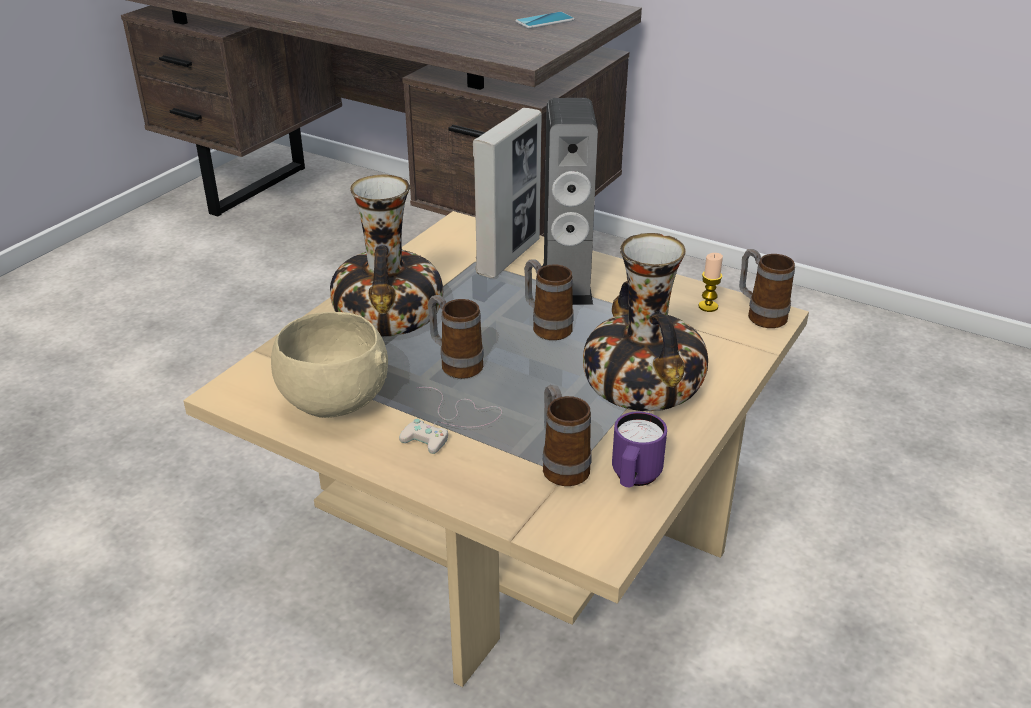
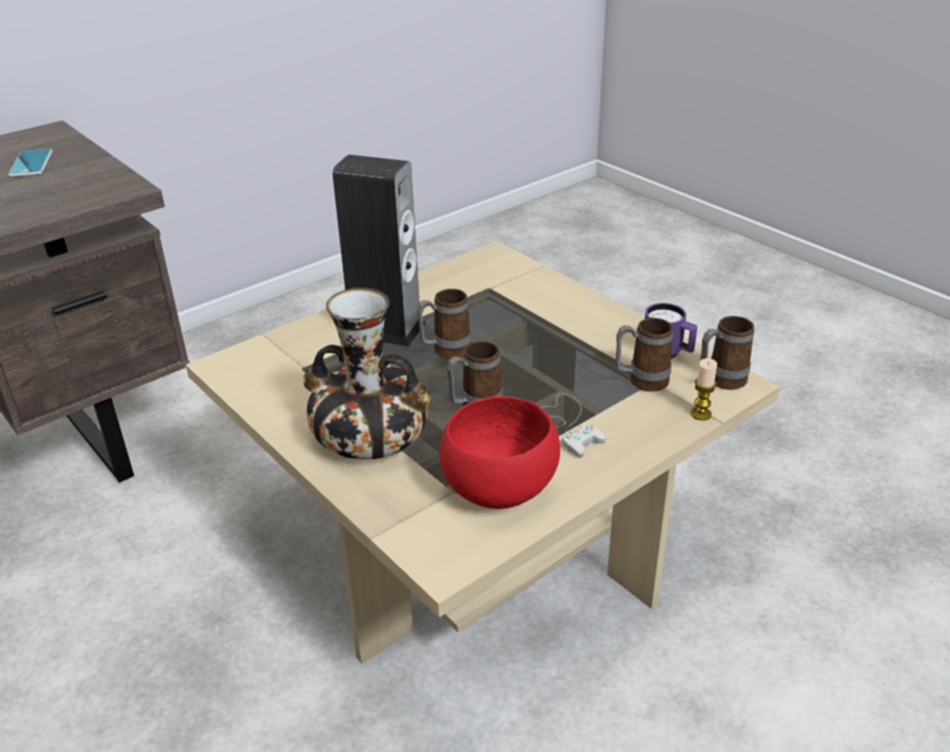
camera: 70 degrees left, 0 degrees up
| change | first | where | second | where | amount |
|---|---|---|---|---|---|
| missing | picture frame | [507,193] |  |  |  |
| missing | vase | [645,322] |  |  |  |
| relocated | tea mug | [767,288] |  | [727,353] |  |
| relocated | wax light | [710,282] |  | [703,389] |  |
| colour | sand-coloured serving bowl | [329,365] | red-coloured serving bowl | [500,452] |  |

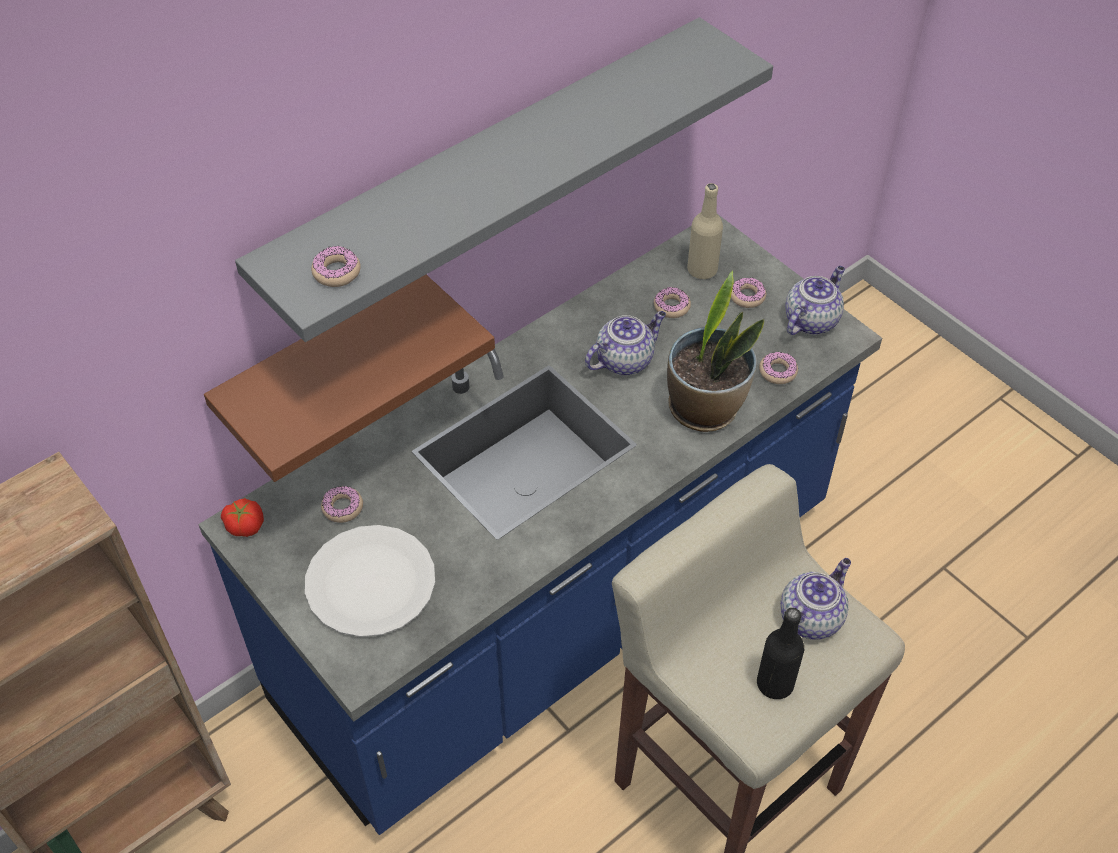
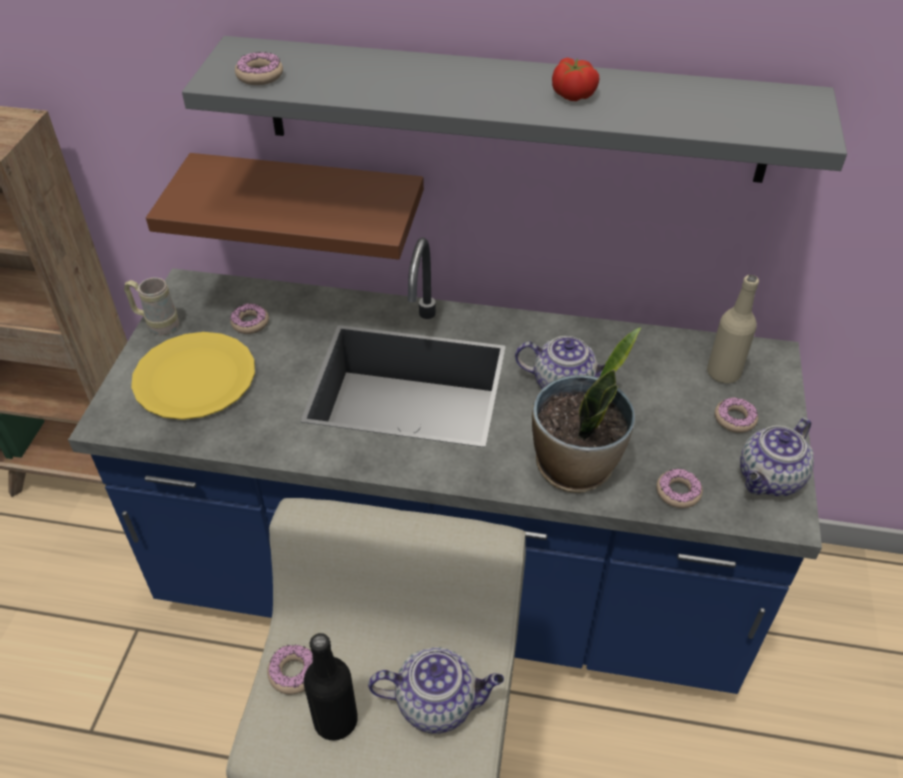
camera: 50 degrees right, 5 degrees down
| change | first | where | second | where | amount |
|---|---|---|---|---|---|
| spun | tea pot | [815,300] |  | [777,456] | 135 degrees clockwise |
| relocated | doughnut | [672,302] |  | [290,670] |  |
| relocated | fresh tomato | [242,517] |  | [575,79] |  |
| colour | white-coloured dinner plate | [370,581] | yellowish dinner plate | [193,376] |  |
| appeared |  |  | sand-coloured tea mug | [151,306] |  |

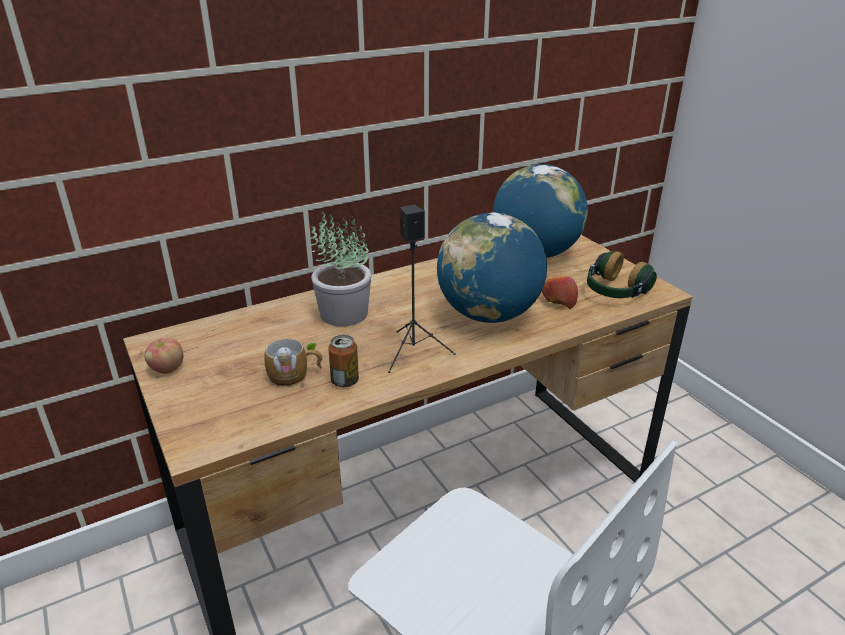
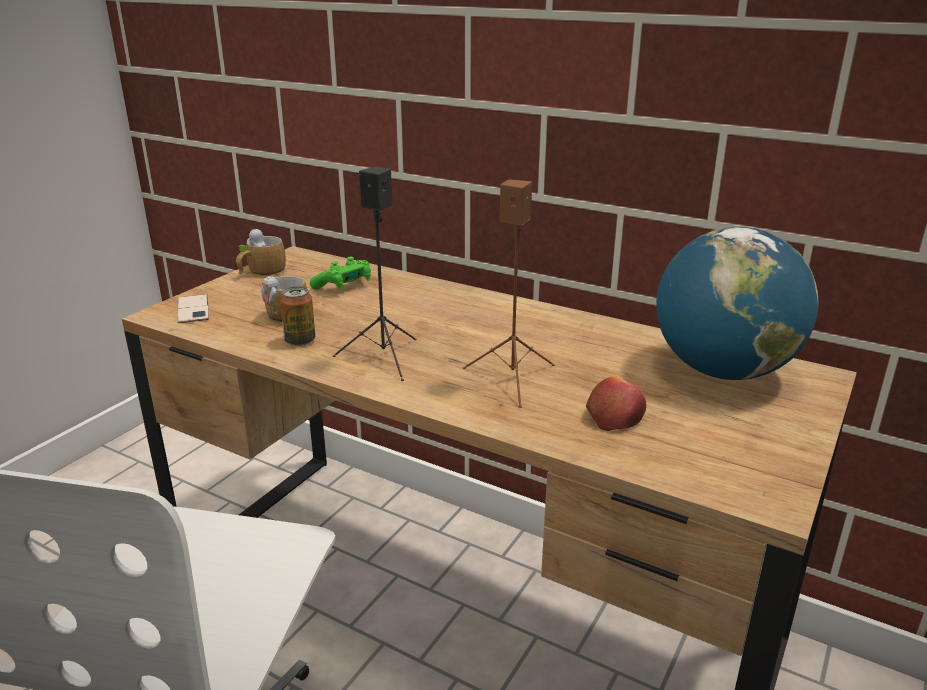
camera: 60 degrees right, 5 degrees down
| change | first | where | second | where | amount |
|---|---|---|---|---|---|
| missing | plant in a pot | [341,268] |  |  |  |
| exchanged | globe | [492,267] | brown loudspeaker | [509,293] |  |
| missing | headset | [622,274] |  |  |  |
| exchanged | apple | [163,356] | tea mug | [261,252] |  |
| appeared |  |  | green joypad | [340,273] |  |
| appeared |  |  | telephone | [193,308] |  |

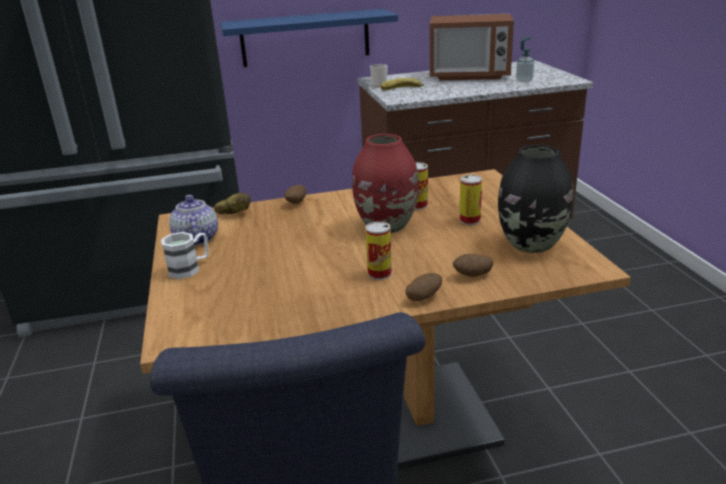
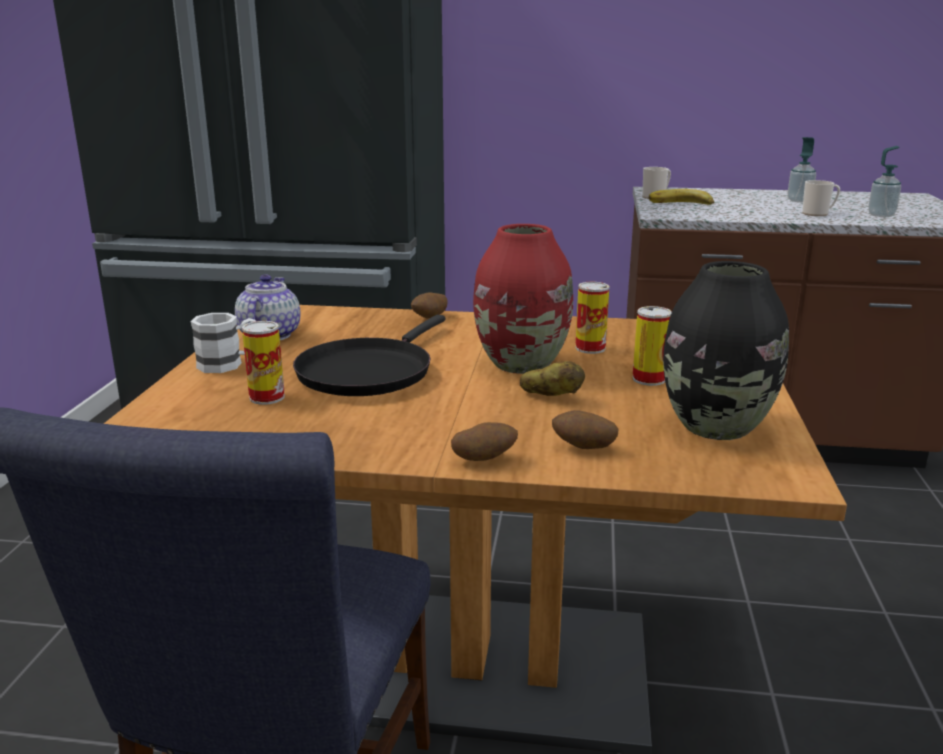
camera: 20 degrees right, 5 degrees down
| change | first | where | second | where | amount |
|---|---|---|---|---|---|
| missing | bluish bracket shelf | [309,38] |  |  |  |
| exchanged | microwave | [472,47] | soap bottle | [802,169] |  |
| relocated | whole potato | [232,203] |  | [552,378] |  |
| relocated | can | [378,250] |  | [263,363] |  |
| appeared |  |  | tea mug | [821,198] |  |
| appeared |  |  | blackish skillet | [369,355] |  |

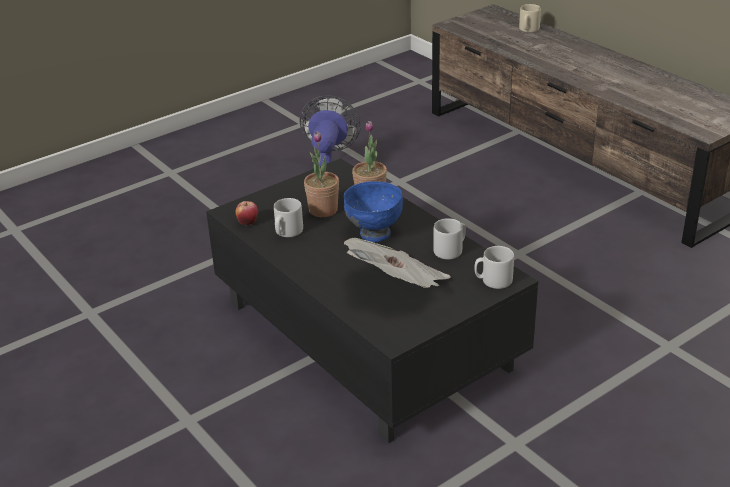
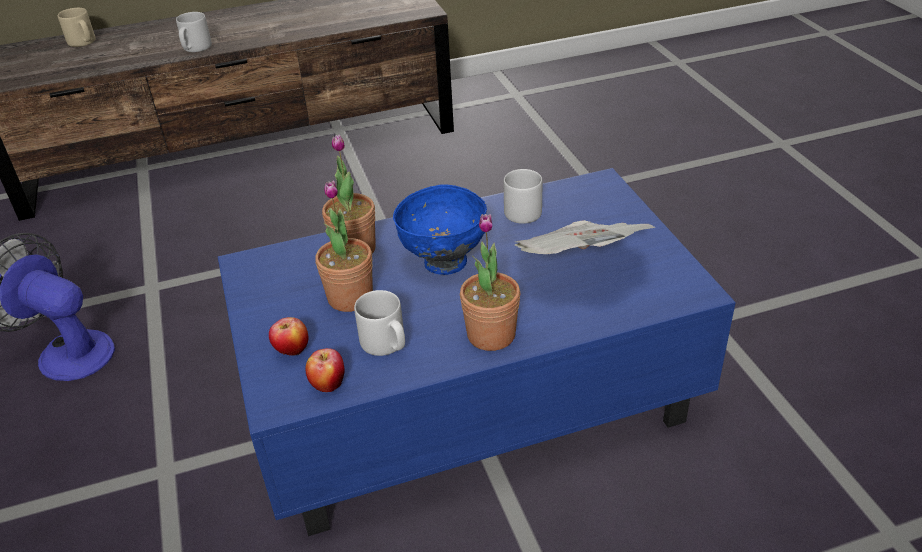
camera: 70 degrees left, 5 degrees up
| change | first | where | second | where | amount |
|---|---|---|---|---|---|
| colour | blackish lounge table | [372,300] | bluish lounge table | [477,352] |  |
| relocated | greyish tea mug | [494,267] |  | [194,32] |  |
| appeared |  |  | plant in a pot | [490,282] |  |
| appeared |  |  | apple | [289,336] |  |

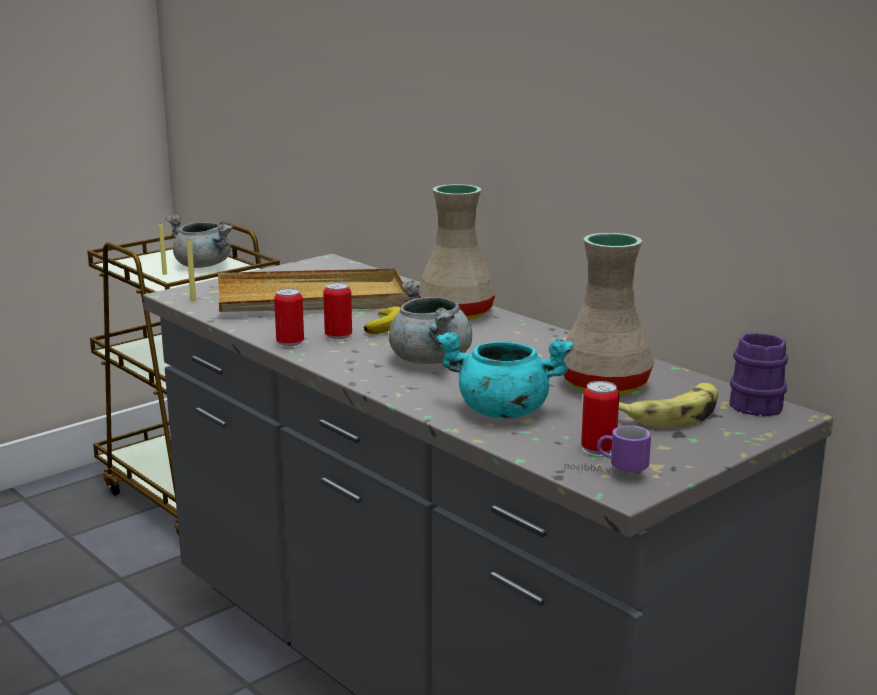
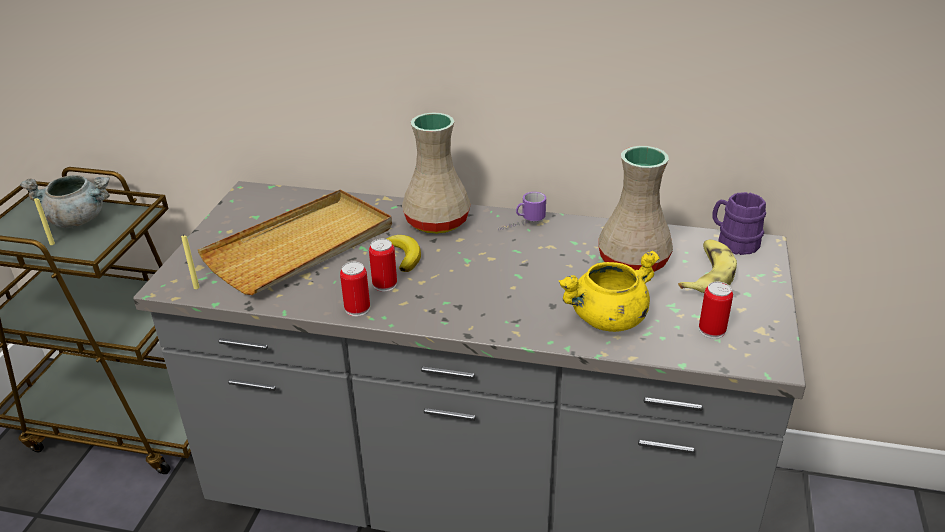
camera: 35 degrees left, 15 degrees up
| change | first | where | second | where | amount |
|---|---|---|---|---|---|
| missing | greyish saucepot | [430,322] |  |  |  |
| colour | turquoise-coloured saucepot | [504,375] | yellowish saucepot | [609,291] |  |
| relocated | tea mug | [607,449] |  | [522,211] |  |

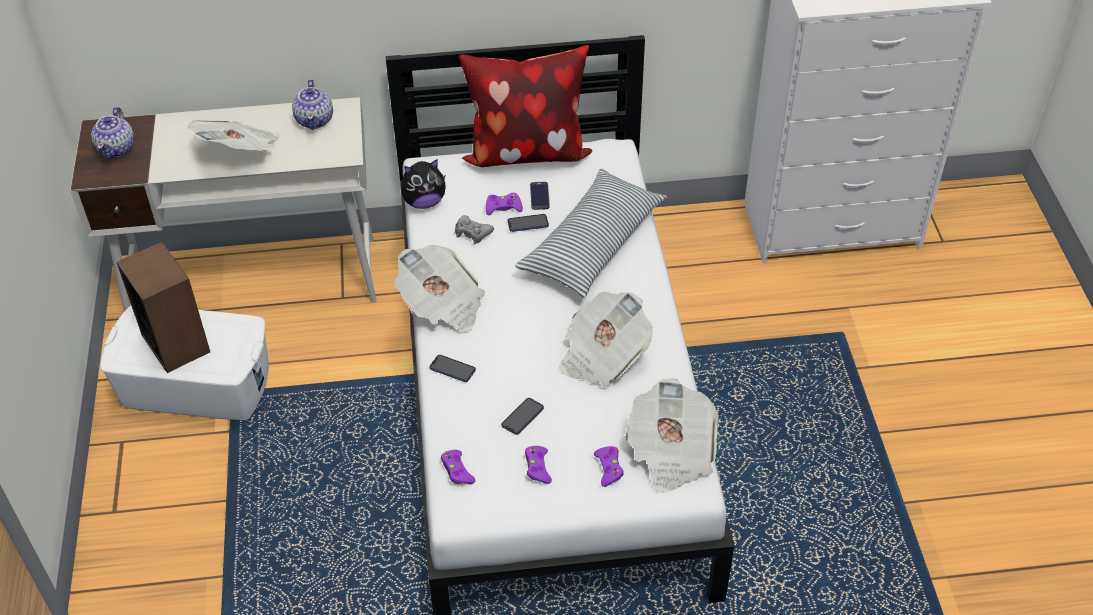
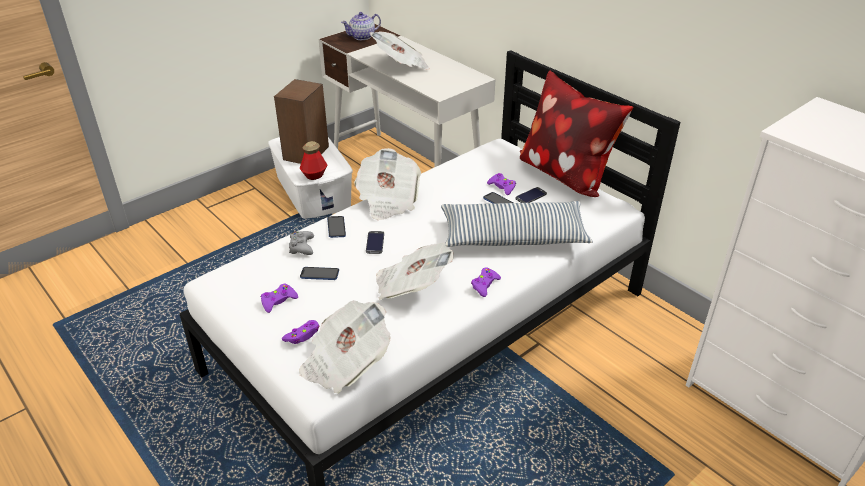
camera: 55 degrees right, 10 degrees down
| change | first | where | second | where | amount |
|---|---|---|---|---|---|
| missing | tea pot | [312,104] |  |  |  |
| missing | cuddly toy | [423,184] |  |  |  |
| relocated | greyish joypad | [474,229] |  | [301,243] |  |
| relocated | purple joypad | [458,467] |  | [486,282] |  |
| appeared |  |  | drink bottle | [313,160] |  |
| appeared |  |  | telephone | [375,242] |  |

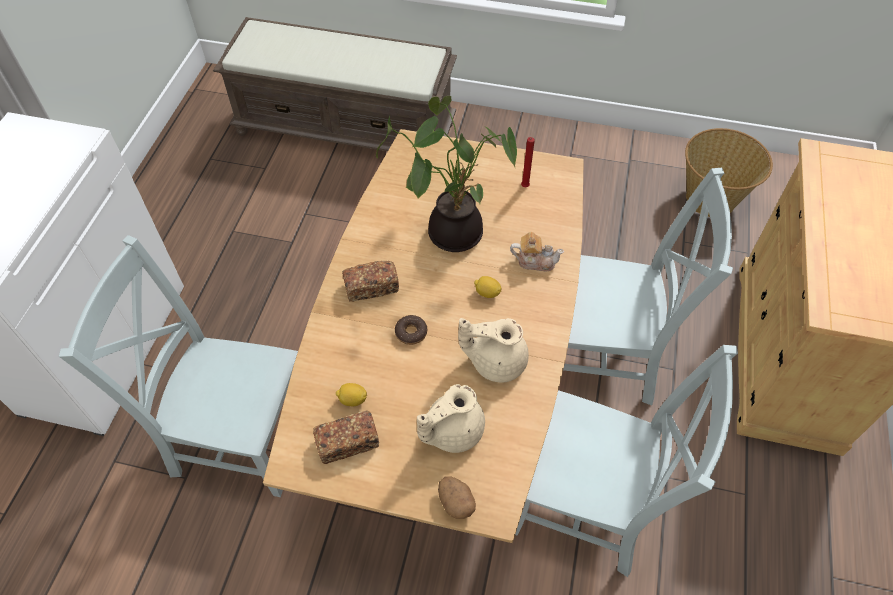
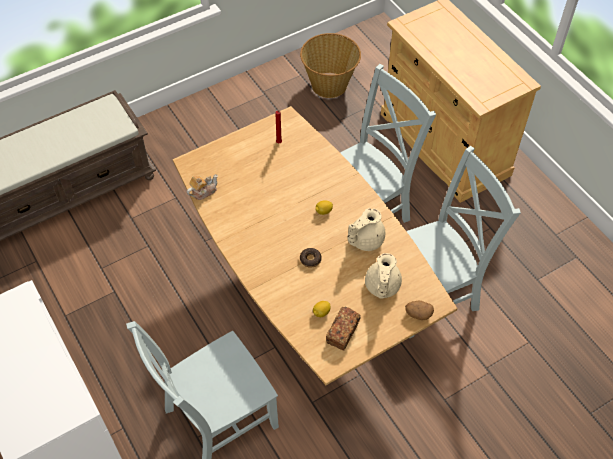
camera: 45 degrees left, 0 degrees up
| change | first | where | second | where | amount |
|---|---|---|---|---|---|
| missing | plant in a pot | [446,174] |  |  |  |
| relocated | tea pot | [537,251] |  | [202,187] |  |
| missing | bread | [370,281] |  |  |  |

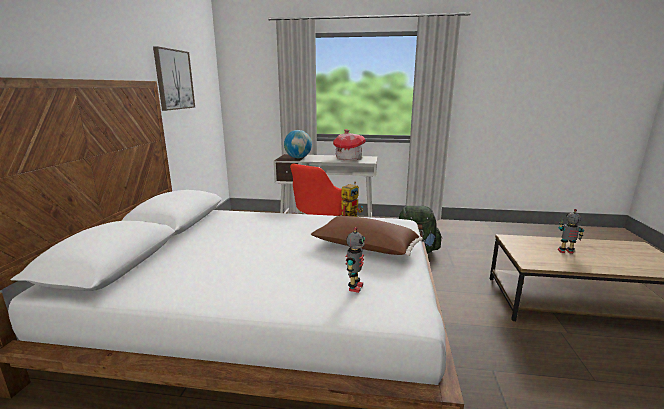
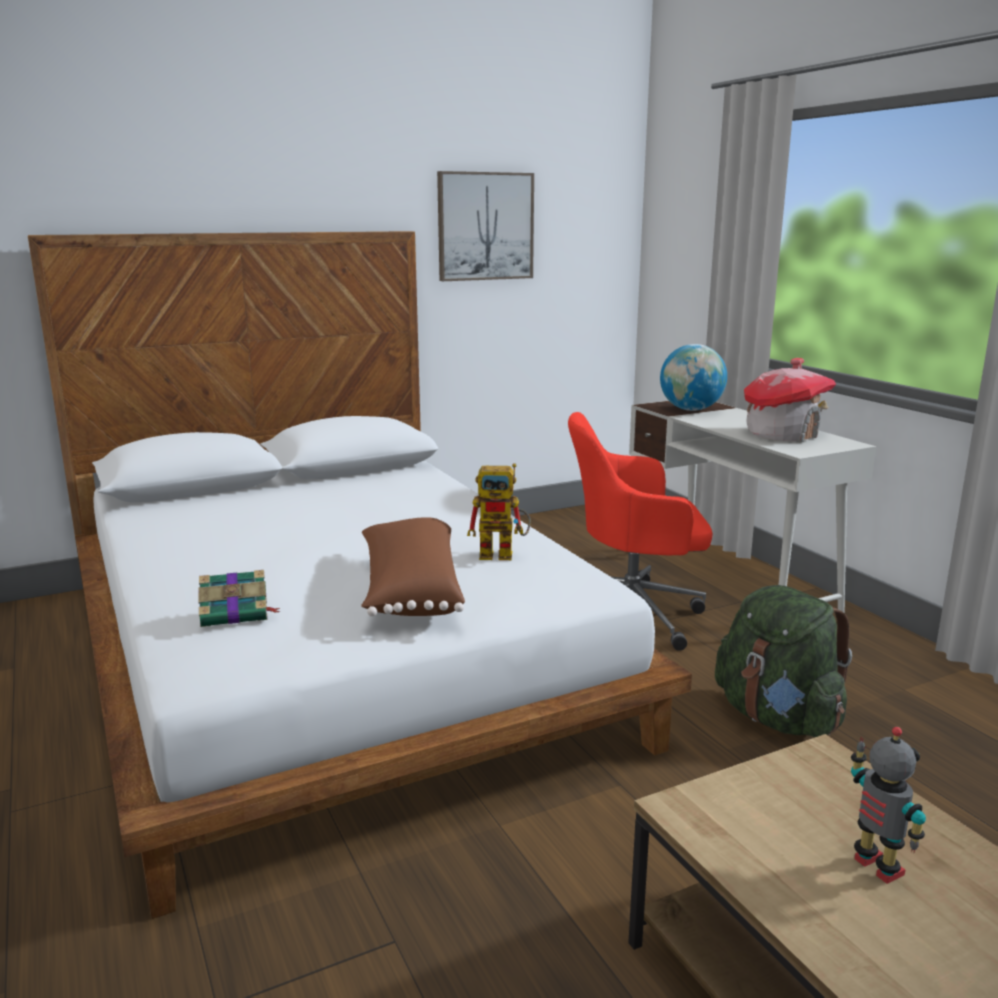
camera: 55 degrees right, 0 degrees up
| change | first | where | second | where | amount |
|---|---|---|---|---|---|
| exchanged | toy robot | [355,260] | book | [239,598] |  |

